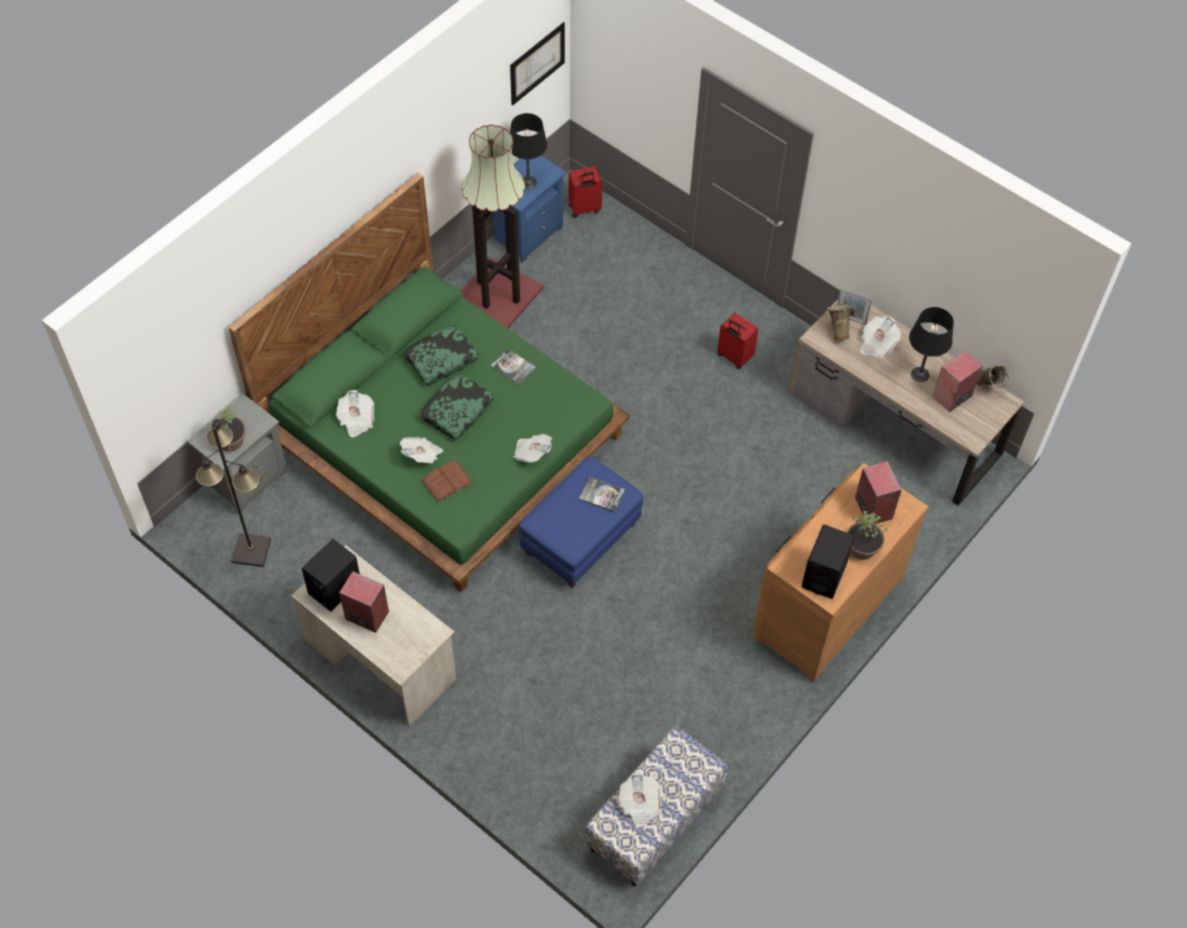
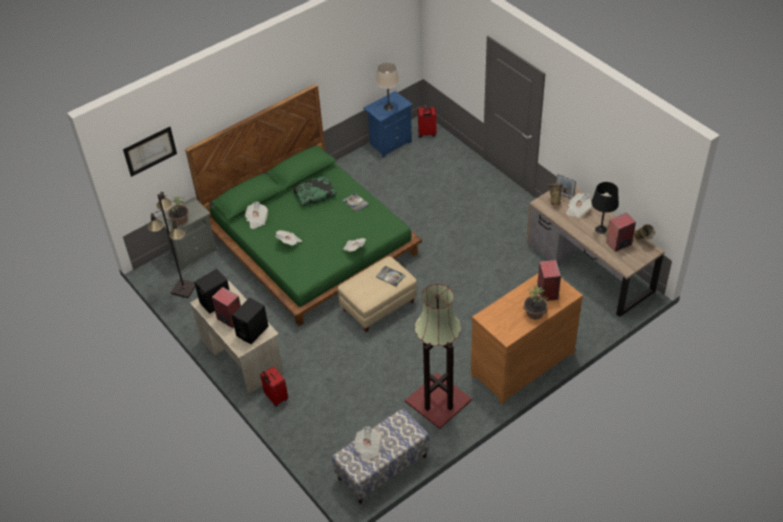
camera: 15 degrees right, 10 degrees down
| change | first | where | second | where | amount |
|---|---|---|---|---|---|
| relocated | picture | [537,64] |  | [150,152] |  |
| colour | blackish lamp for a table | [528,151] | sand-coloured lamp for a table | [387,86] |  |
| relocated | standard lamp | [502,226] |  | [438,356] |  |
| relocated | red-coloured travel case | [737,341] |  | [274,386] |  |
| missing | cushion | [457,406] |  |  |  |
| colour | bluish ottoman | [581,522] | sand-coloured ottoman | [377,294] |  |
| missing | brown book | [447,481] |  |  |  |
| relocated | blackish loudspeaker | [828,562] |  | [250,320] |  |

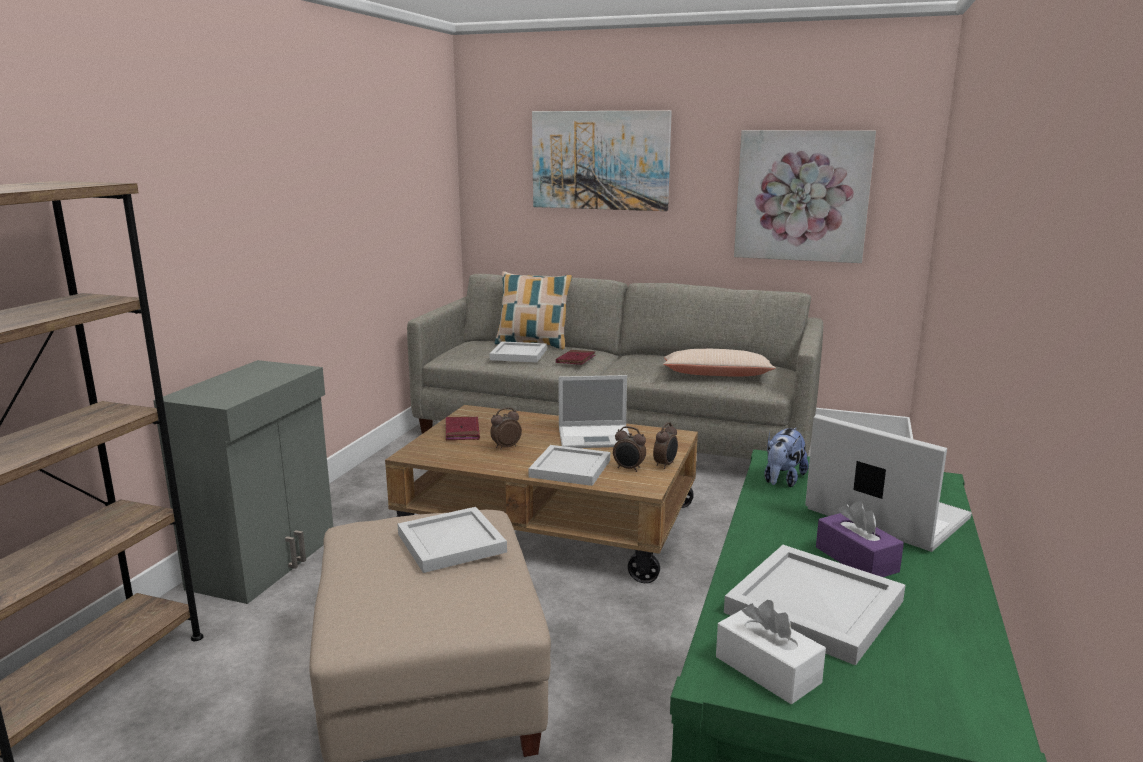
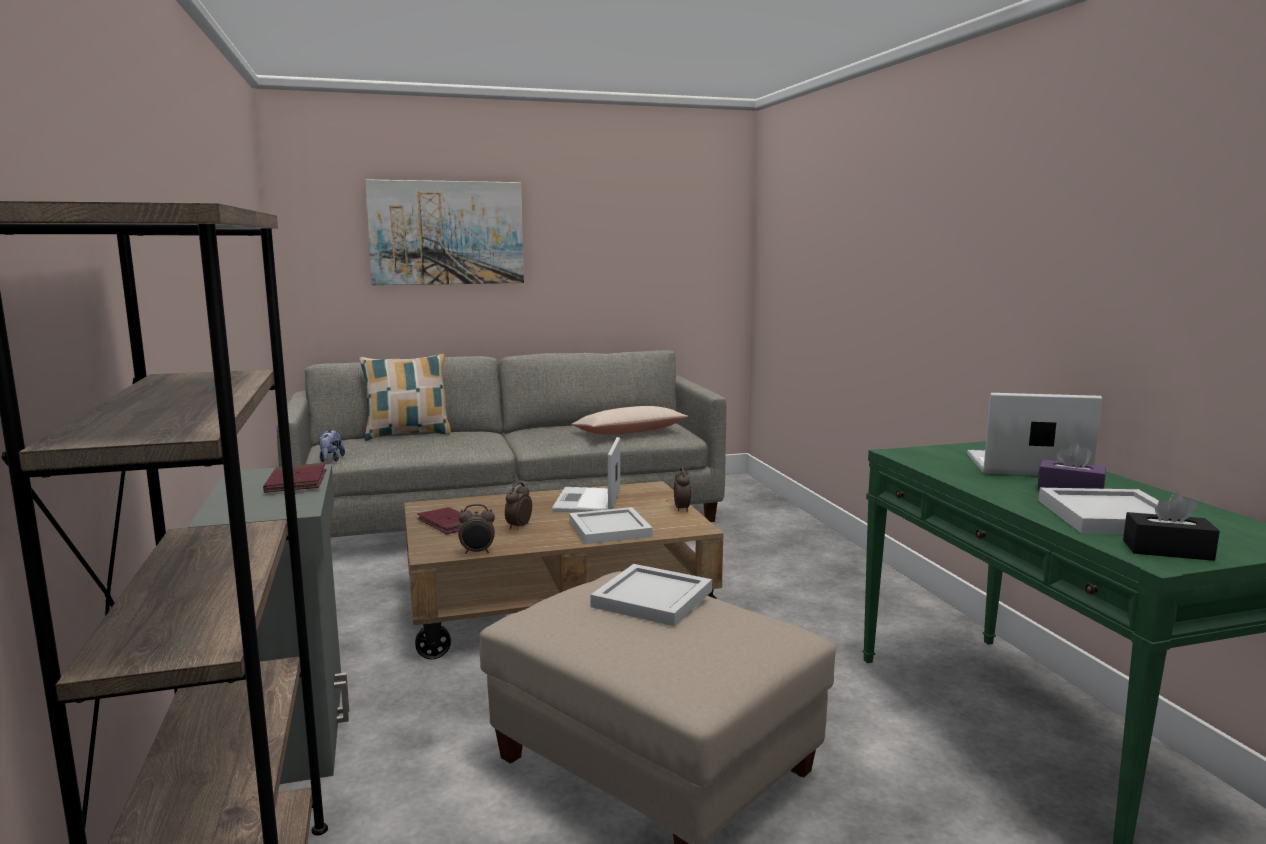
camera: 35 degrees left, 5 degrees down
| change | first | where | second | where | amount |
|---|---|---|---|---|---|
| missing | picture | [805,196] |  |  |  |
| missing | white-coloured serving tray | [518,351] |  |  |  |
| relocated | red-coloured book | [576,357] |  | [295,478] |  |
| spun | notebook computer | [594,411] |  | [586,474] | 135 degrees clockwise |
| relocated | table clock | [629,449] |  | [476,529] |  |
| relocated | cuddly toy | [786,457] |  | [332,446] |  |
| colour | white-coloured tissue box | [771,652] | blackish tissue box | [1171,526] |  |

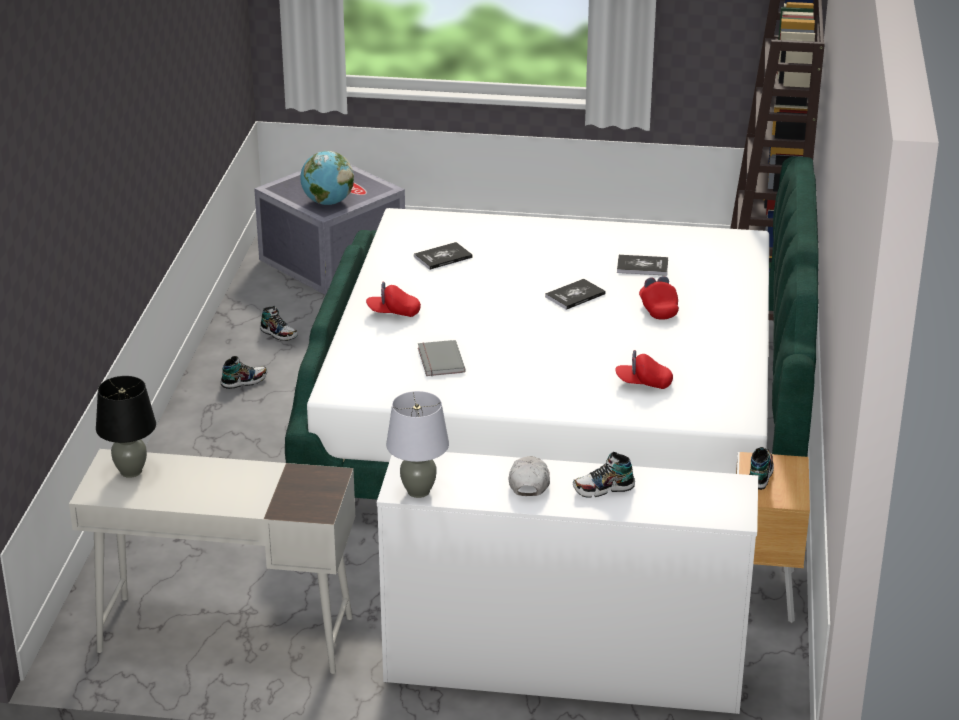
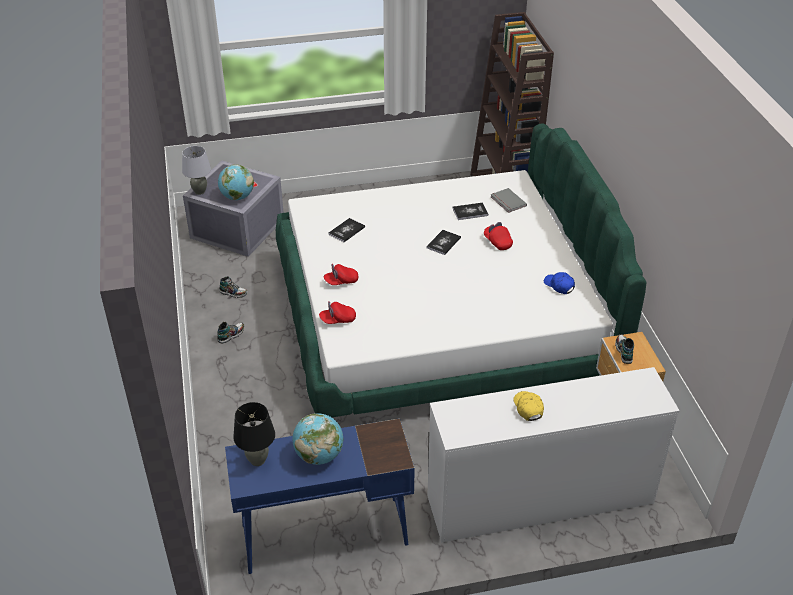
camera: 20 degrees left, 10 degrees up
| change | first | where | second | where | amount |
|---|---|---|---|---|---|
| relocated | greyish book | [442,358] |  | [509,200] |  |
| relocated | red-coloured baseball cap | [644,369] |  | [337,312] |  |
| relocated | greyish lamp for a table | [417,444] |  | [196,170] |  |
| colour | white-coloured desk | [212,561] | bluish desk | [320,496] |  |
| missing | low shoe | [604,475] |  |  |  |
| colour | white-coloured baseball cap | [529,476] | yellowish baseball cap | [528,406] |  |
| appeared |  |  | bluish baseball cap | [559,283] |  |
| appeared |  |  | globe | [318,439] |  |

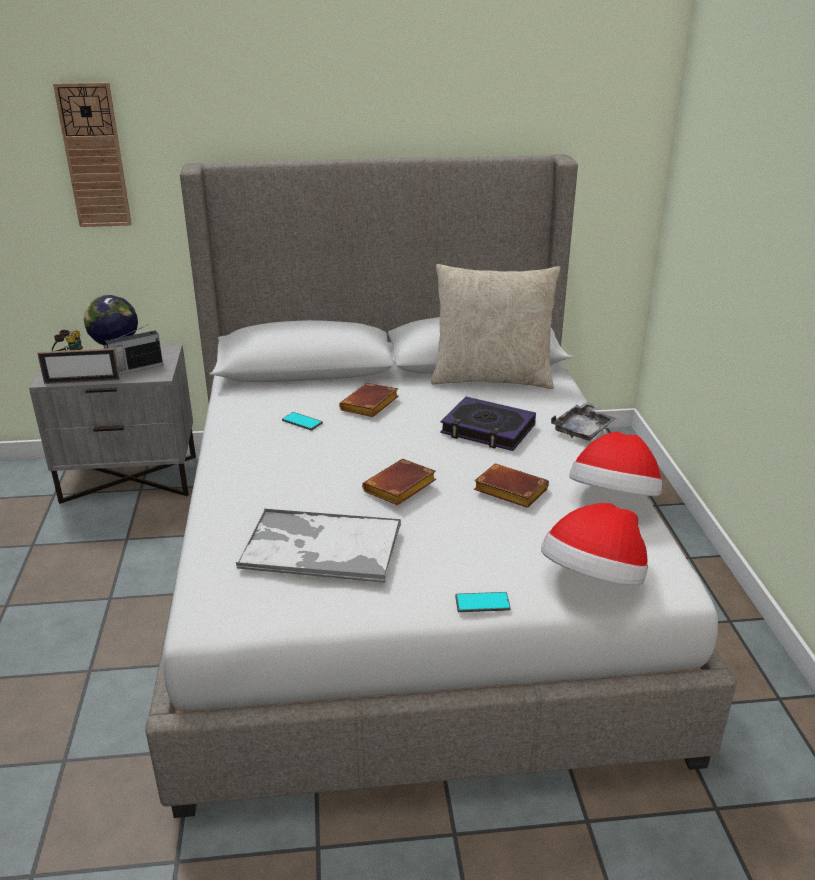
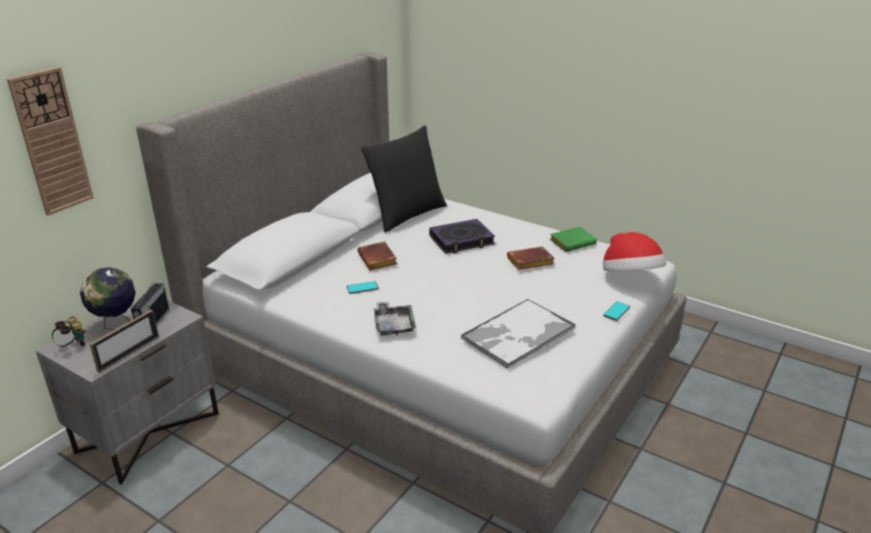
camera: 50 degrees left, 0 degrees up
| change | first | where | second | where | amount |
|---|---|---|---|---|---|
| colour | sand-coloured cushion | [495,326] | blackish cushion | [404,179] |  |
| relocated | greyish serving tray | [583,421] |  | [395,319] |  |
| exchanged | clothing hat | [615,464] | green book | [573,239] |  |
| missing | brown book | [399,482] |  |  |  |

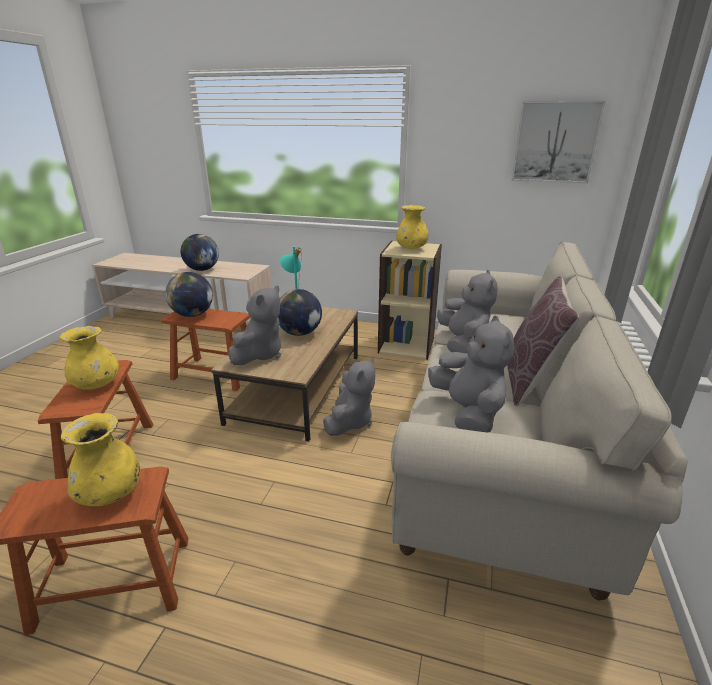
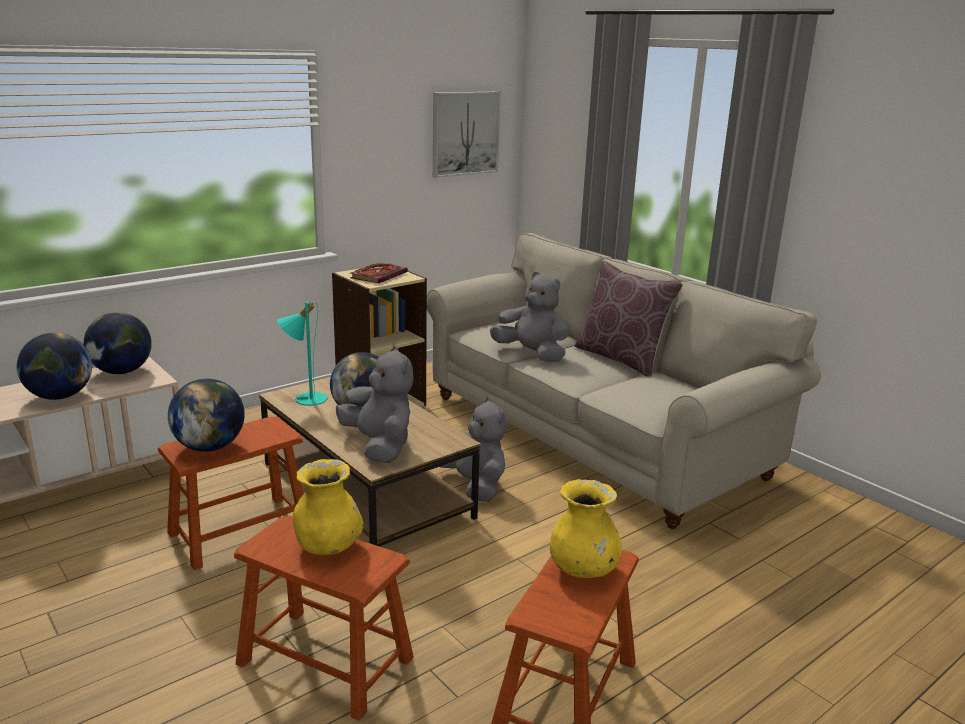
camera: 55 degrees left, 5 degrees down
| change | first | where | second | where | amount |
|---|---|---|---|---|---|
| exchanged | yellowish vase | [412,227] | book | [379,273] |  |
| missing | greyish cuddly toy | [471,374] |  |  |  |
| appeared |  |  | globe | [118,343] |  |

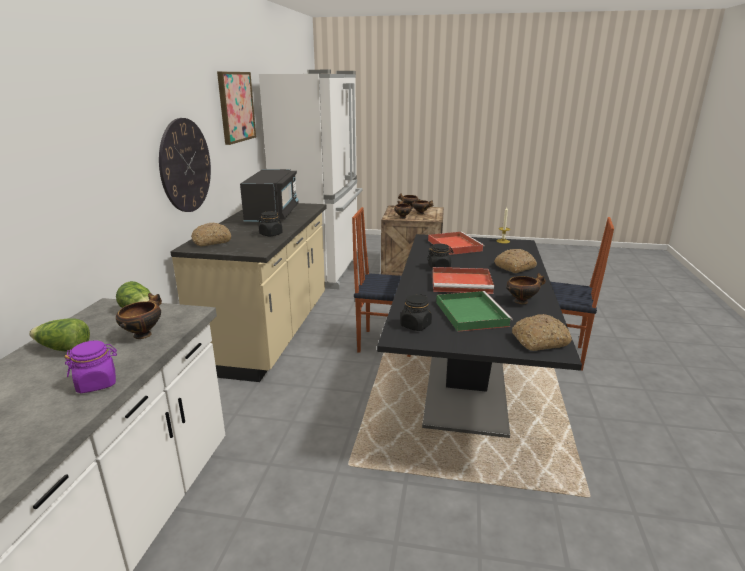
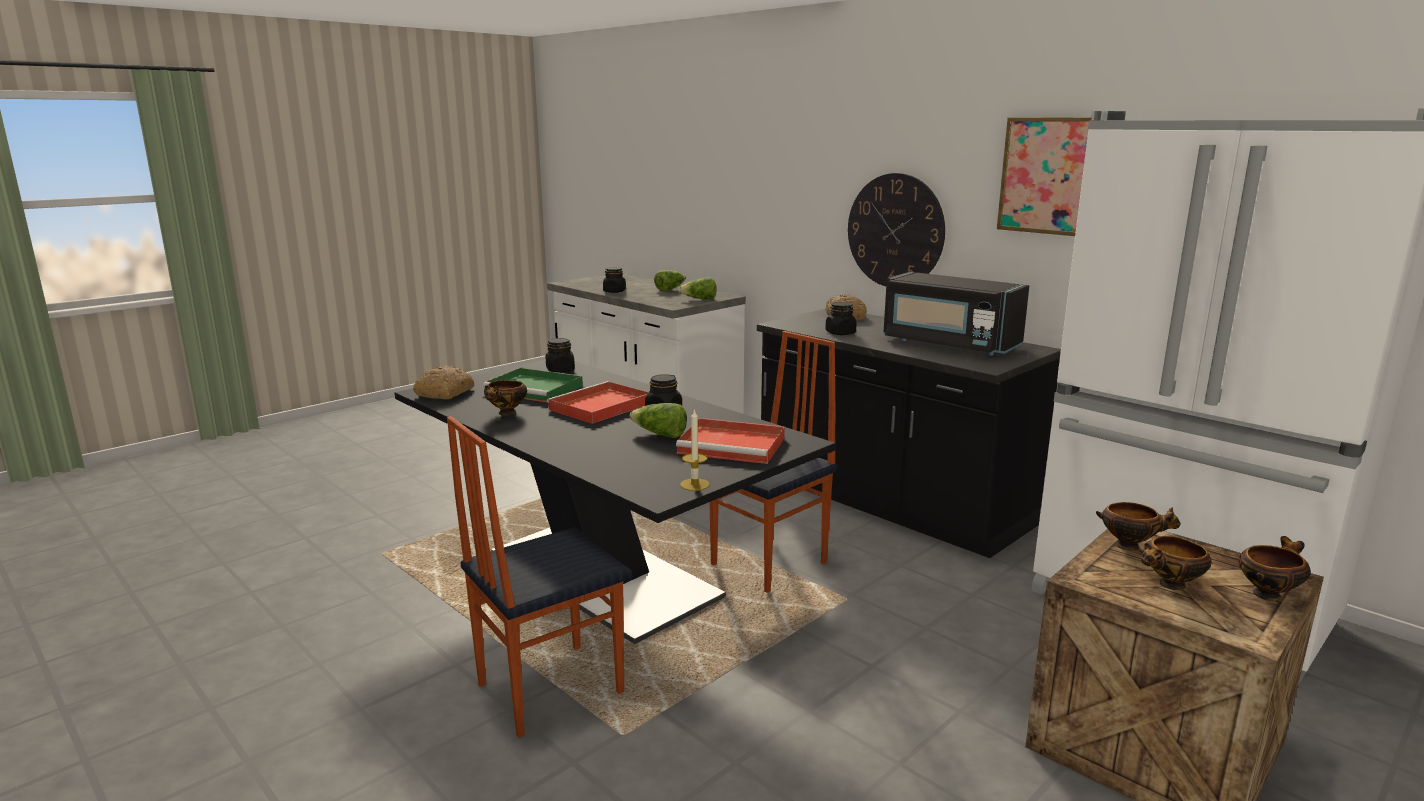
camera: 125 degrees right, 5 degrees down
| change | first | where | second | where | amount |
|---|---|---|---|---|---|
| colour | sand-coloured kitchen counter | [248,292] | blackish kitchen counter | [909,433] |  |
| missing | bread | [515,261] |  |  |  |
| missing | serving bowl | [139,316] |  |  |  |
| colour | purple preserve jar | [90,367] | blackish preserve jar | [614,280] |  |
| appeared |  |  | lettuce | [658,420] |  |

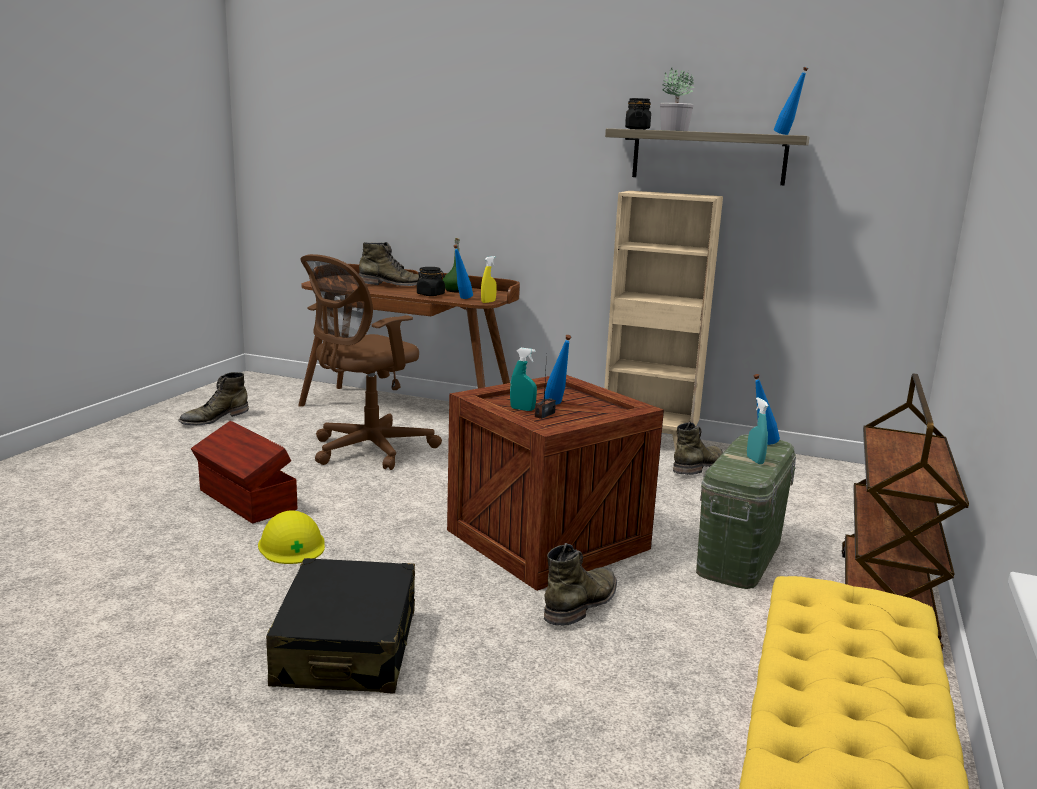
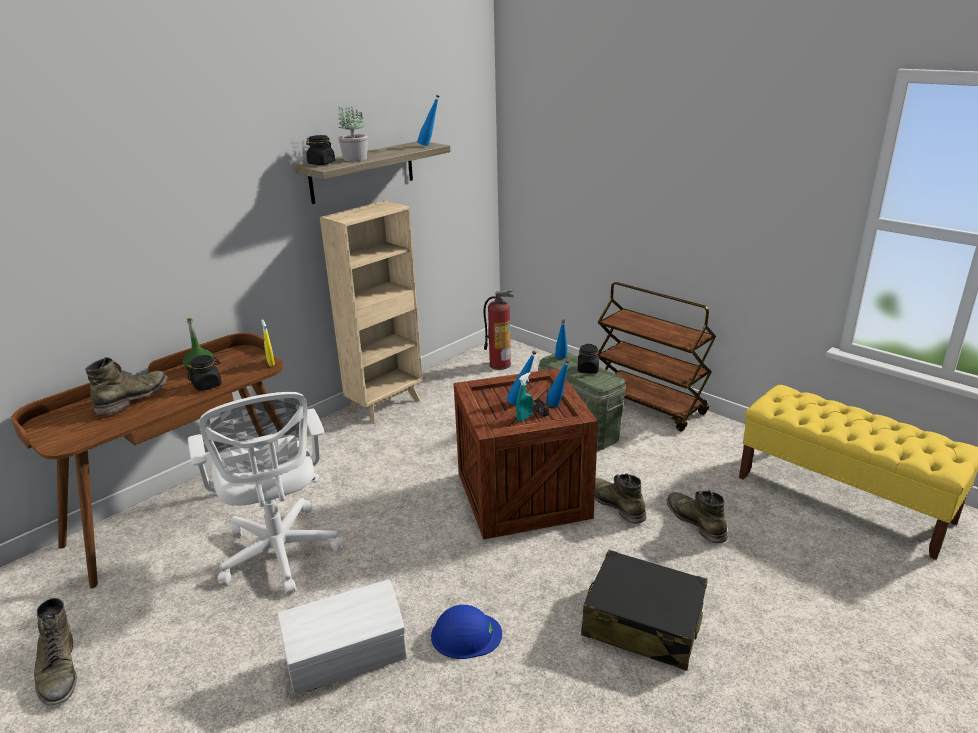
camera: 65 degrees left, 10 degrees up
| change | first | where | second | where | amount |
|---|---|---|---|---|---|
| relocated | bluish drink bottle | [463,272] |  | [558,383] |  |
| colour | brown office chair | [371,362] | white-coloured office chair | [266,493] |  |
| exchanged | turquoise-coloured spray bottle | [757,430] | blackish preserve jar | [588,358] |  |
| colour | brown storage bin | [244,472] | white-coloured storage bin | [341,637] |  |
| relocated | green boot | [698,448] |  | [697,516] |  |
| colour | yellowish hard hat | [291,537] | bluish hard hat | [466,632] |  |
| appeared |  |  | fire extinguisher | [499,329] |  |

